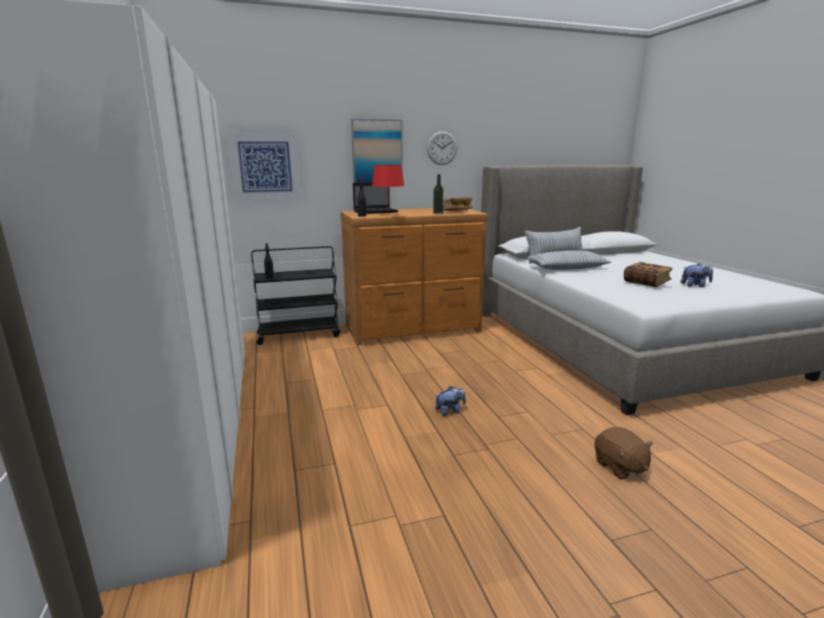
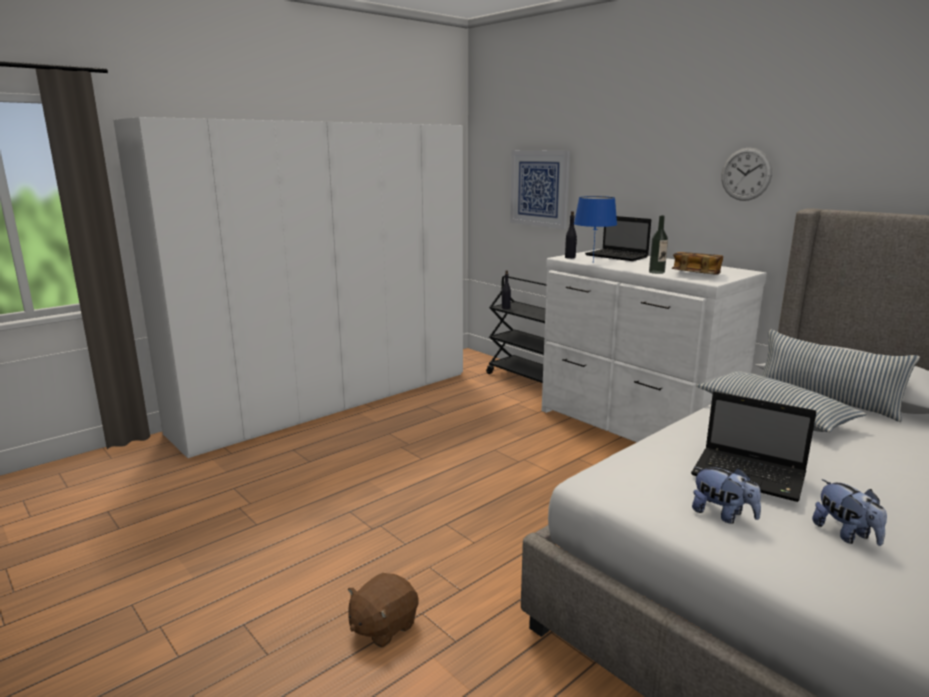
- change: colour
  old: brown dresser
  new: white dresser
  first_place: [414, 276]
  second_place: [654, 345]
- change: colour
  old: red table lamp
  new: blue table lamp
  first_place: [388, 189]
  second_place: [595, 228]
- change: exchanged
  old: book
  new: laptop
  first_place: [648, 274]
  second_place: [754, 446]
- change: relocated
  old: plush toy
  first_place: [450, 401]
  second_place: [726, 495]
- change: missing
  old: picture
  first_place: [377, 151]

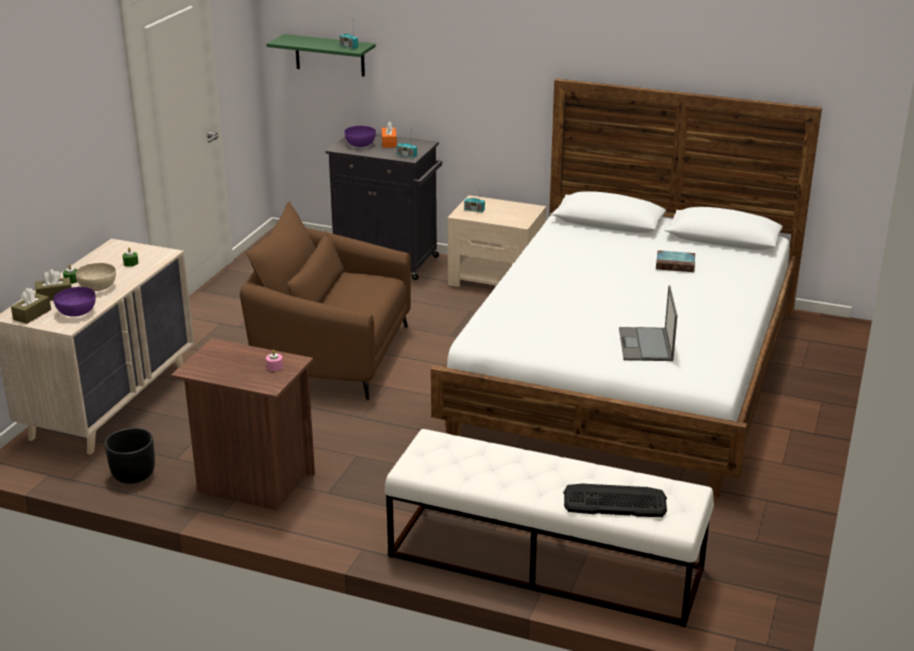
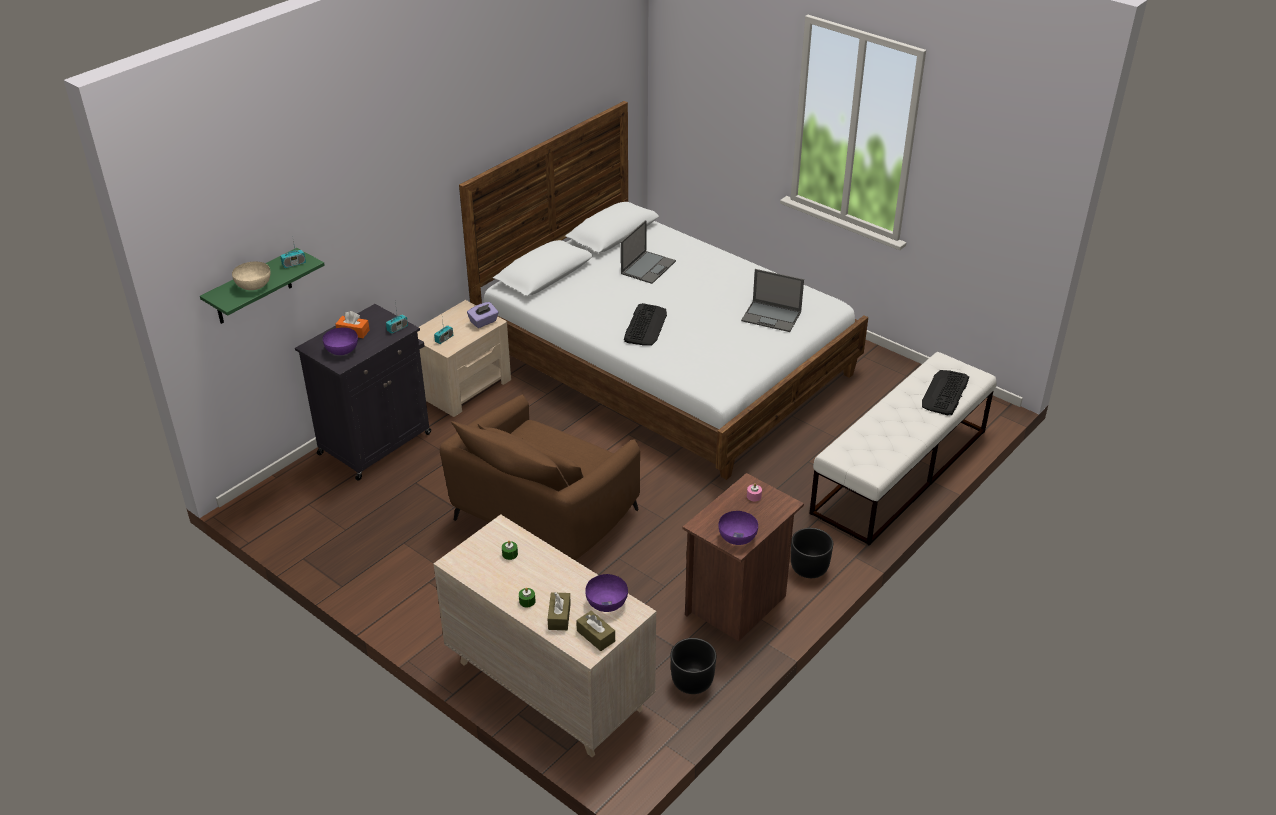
- change: relocated
  old: beige bowl
  first_place: [95, 277]
  second_place: [251, 276]
- change: appeared
  new: purple tissue box
  second_place: [483, 315]
- change: exchanged
  old: book
  new: laptop
  first_place: [675, 261]
  second_place: [648, 252]
- change: appeared
  new: keyboard
  second_place: [645, 324]
- change: appeared
  new: purple bowl
  second_place: [738, 528]
- change: appeared
  new: black planter
  second_place: [812, 553]

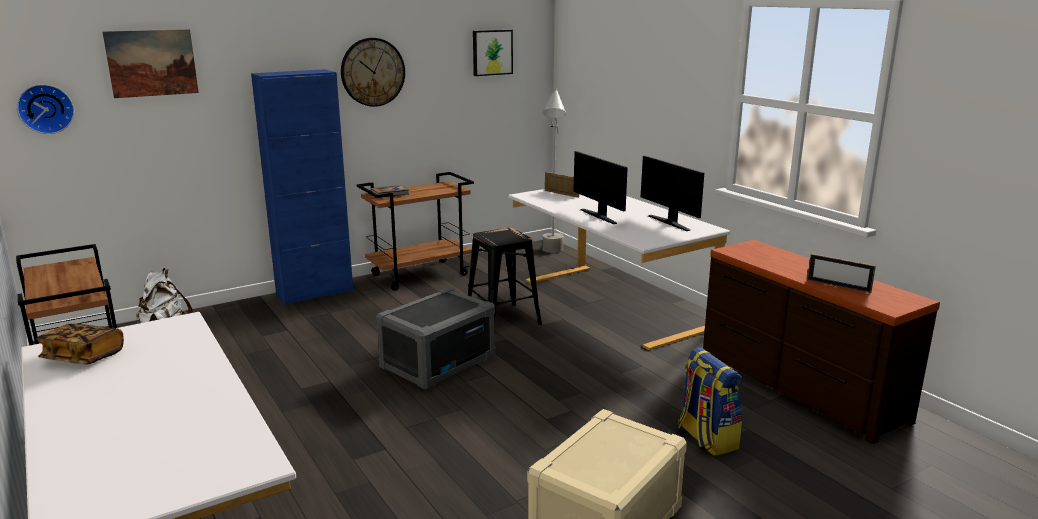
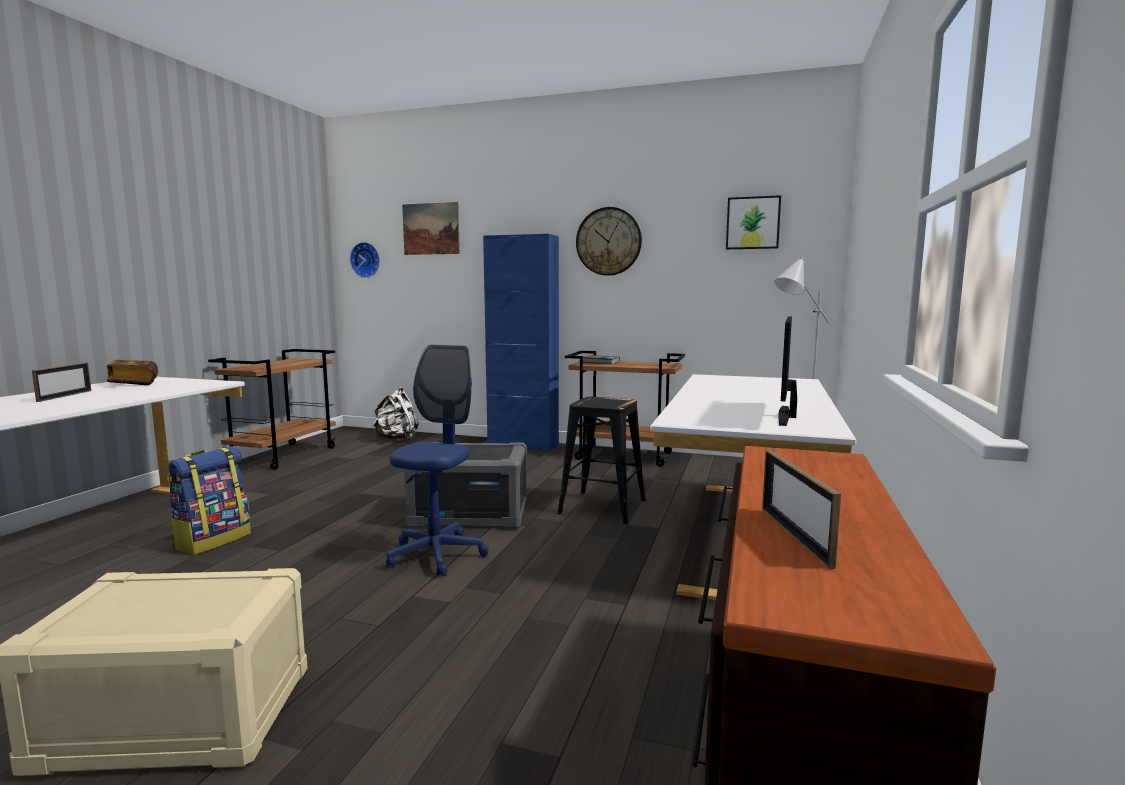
- change: relocated
  old: picture frame
  first_place: [562, 185]
  second_place: [61, 382]
- change: relocated
  old: backpack
  first_place: [710, 401]
  second_place: [209, 500]
- change: appeared
  new: blue office chair
  second_place: [437, 460]
- change: missing
  old: monitor
  first_place: [600, 187]

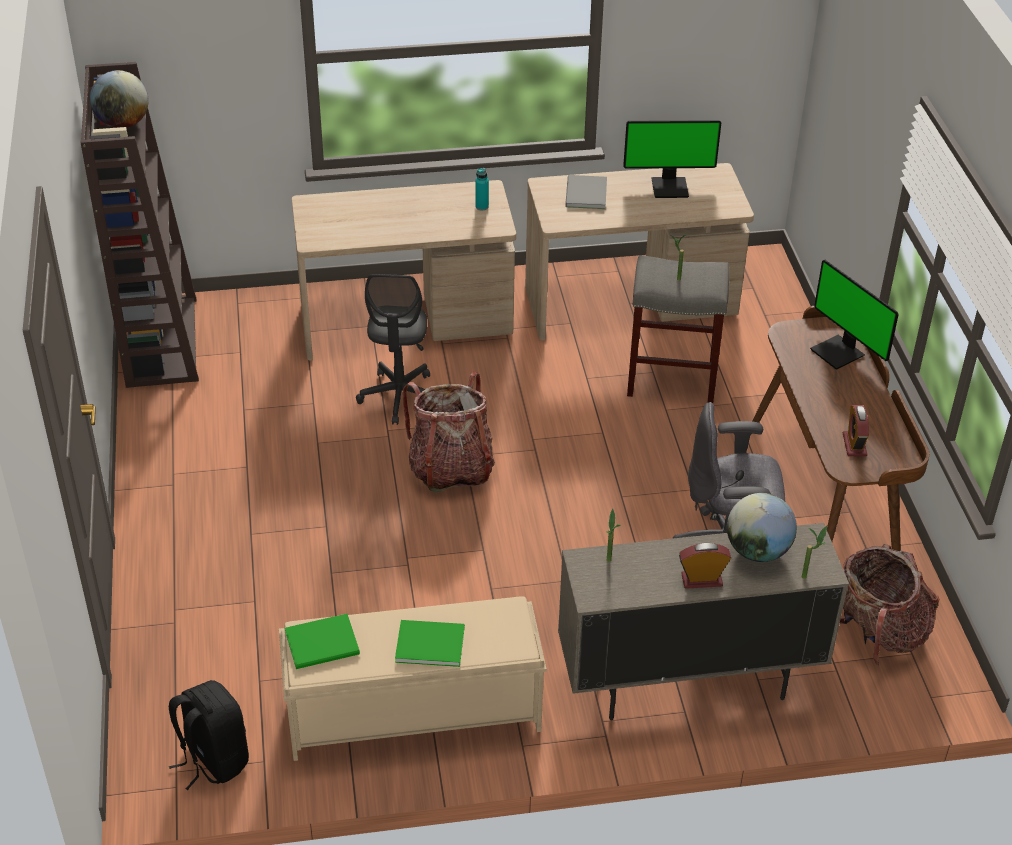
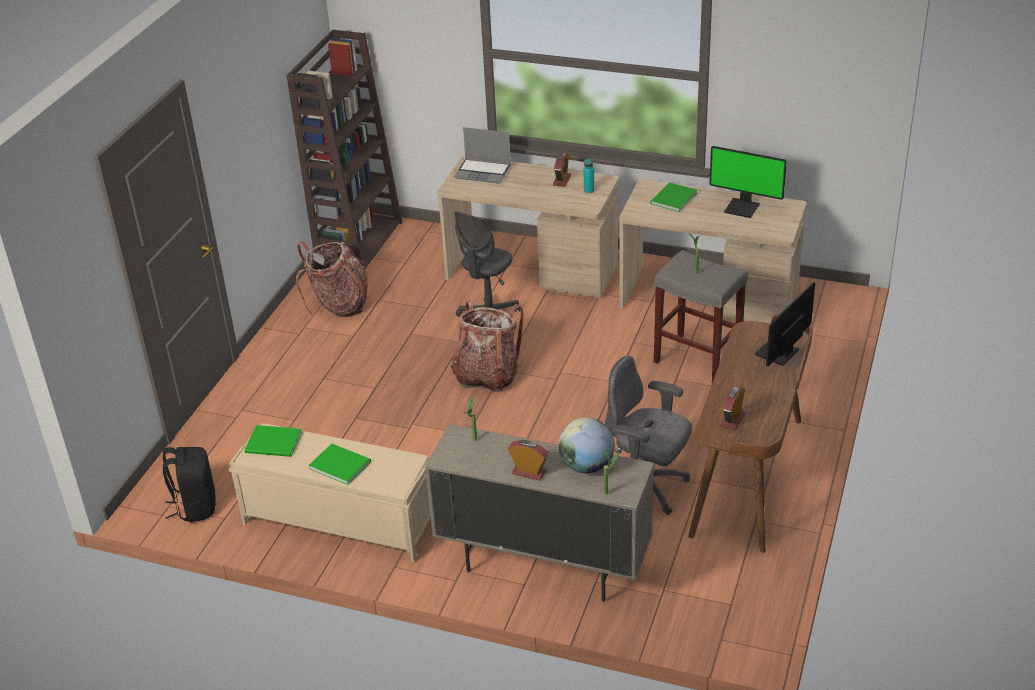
- change: relocated
  old: backpack
  first_place: [889, 605]
  second_place: [332, 279]
- change: appeared
  new: laptop
  second_place: [482, 155]
- change: appeared
  new: alarm clock
  second_place: [562, 169]
- change: colour
  old: grey book
  new: green book
  first_place: [586, 192]
  second_place: [673, 197]
- change: spun
  old: monitor
  first_place: [854, 315]
  second_place: [785, 324]
  degrees: 45
- change: missing
  old: globe
  first_place: [119, 99]

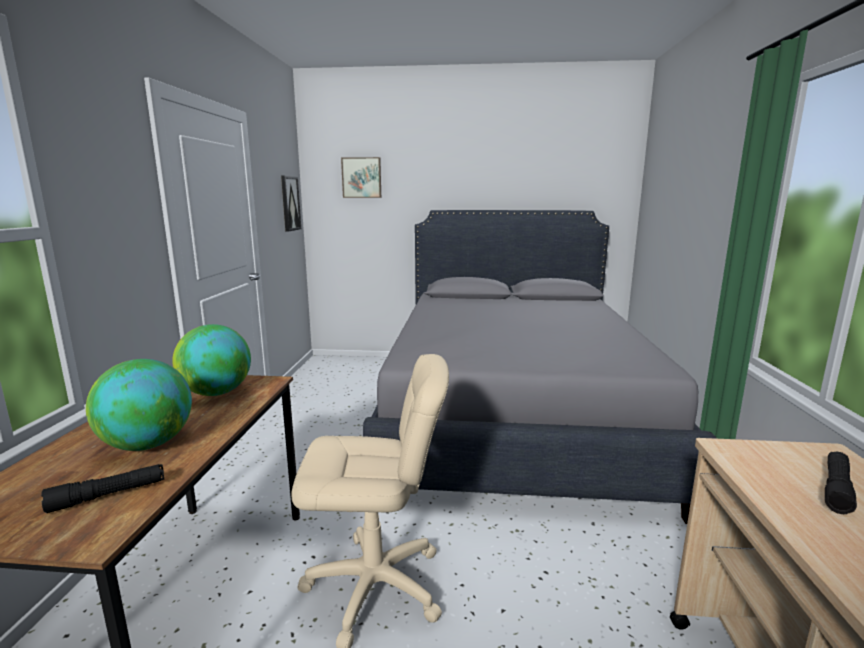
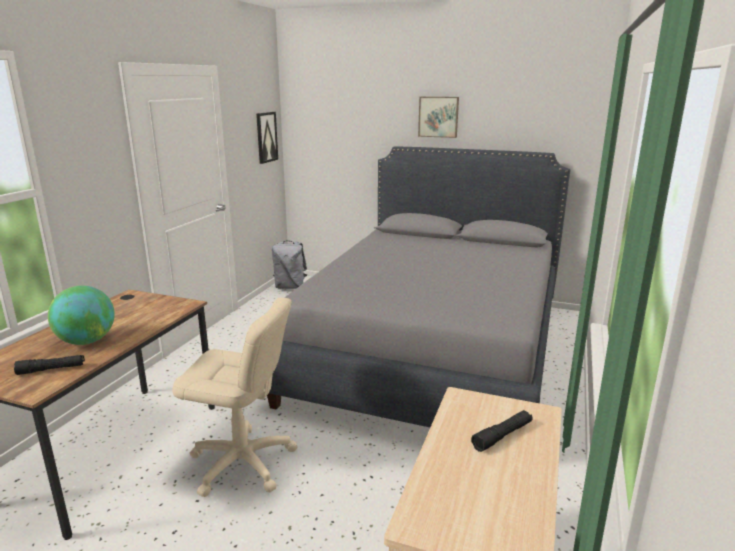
- change: appeared
  new: grey backpack
  second_place: [289, 265]
- change: relocated
  old: picture
  first_place: [361, 177]
  second_place: [438, 117]
- change: missing
  old: globe
  first_place: [211, 360]

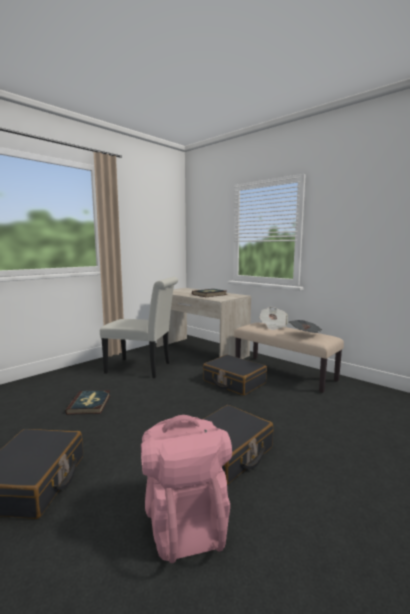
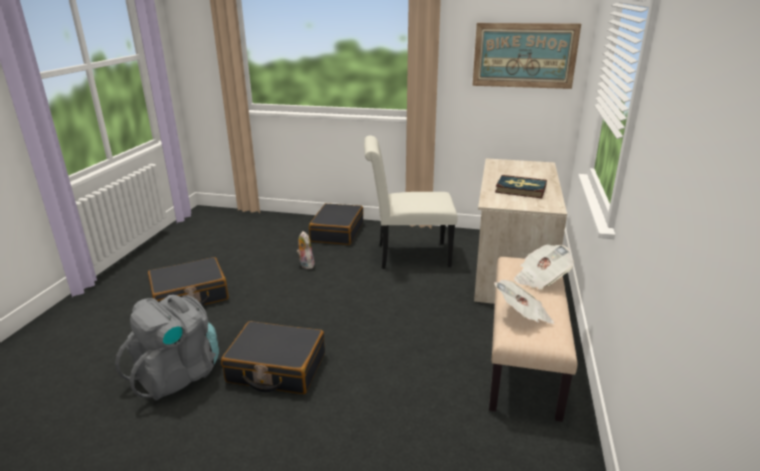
- change: colour
  old: pink backpack
  new: grey backpack
  first_place: [186, 489]
  second_place: [167, 347]
- change: exchanged
  old: book
  new: plush toy
  first_place: [87, 402]
  second_place: [305, 250]
- change: relocated
  old: black suitcase
  first_place: [235, 375]
  second_place: [336, 224]
- change: spun
  old: white chair
  first_place: [139, 327]
  second_place: [411, 202]
  degrees: 105
- change: appeared
  new: picture
  second_place: [526, 56]

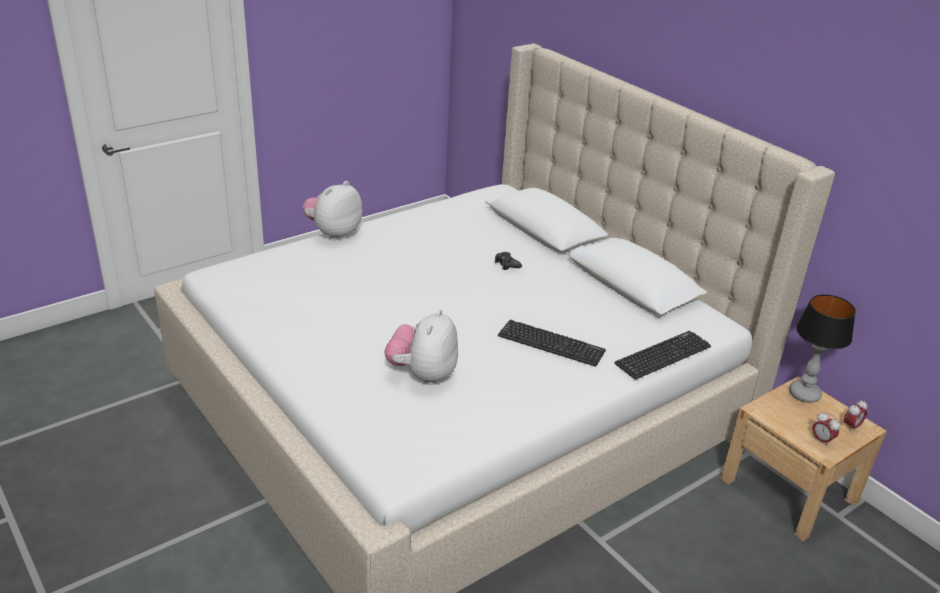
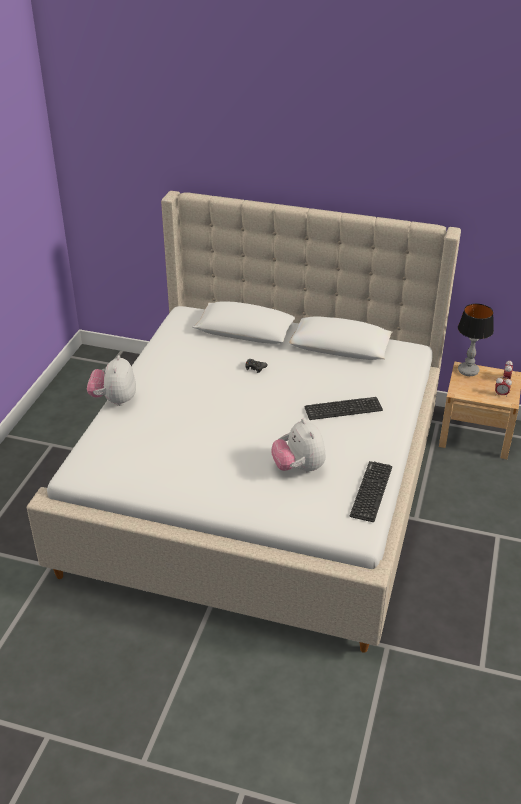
- change: relocated
  old: keyboard
  first_place: [662, 355]
  second_place: [371, 491]

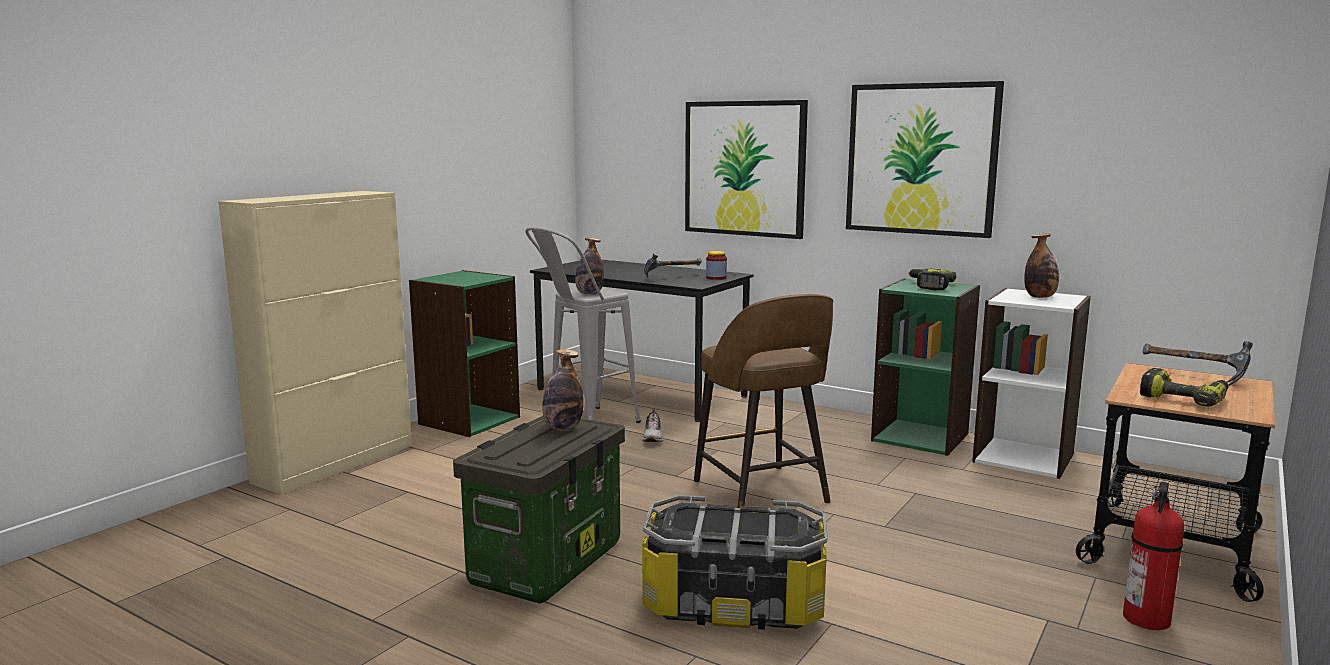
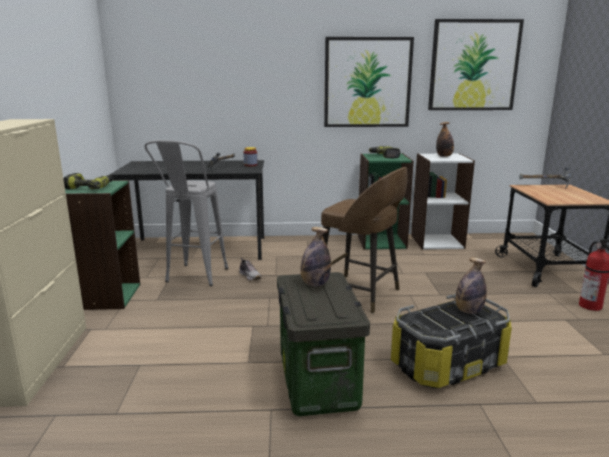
- change: relocated
  old: power drill
  first_place: [1184, 387]
  second_place: [88, 181]
- change: relocated
  old: picture
  first_place: [746, 169]
  second_place: [476, 64]
- change: relocated
  old: bottle
  first_place: [589, 266]
  second_place: [471, 286]

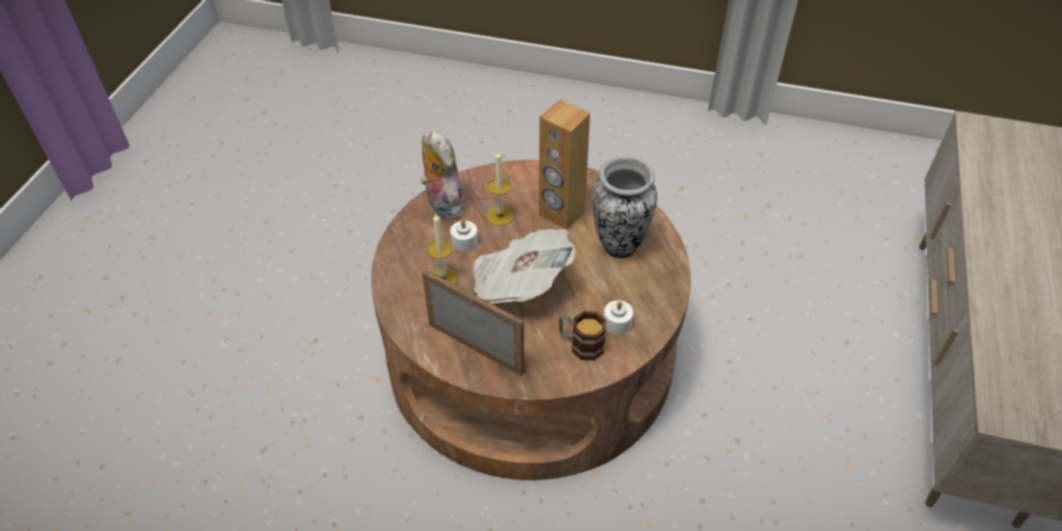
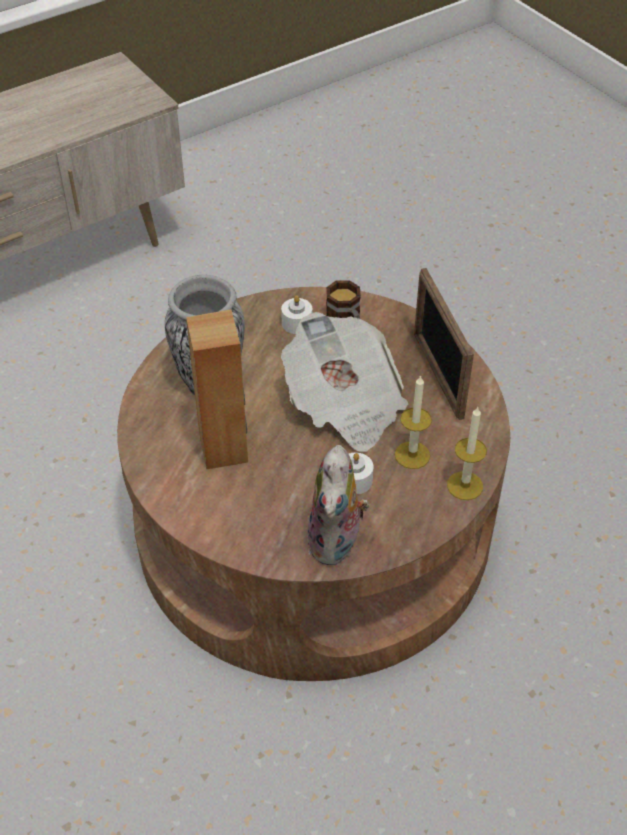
- change: relocated
  old: candle
  first_place: [500, 188]
  second_place: [467, 453]

